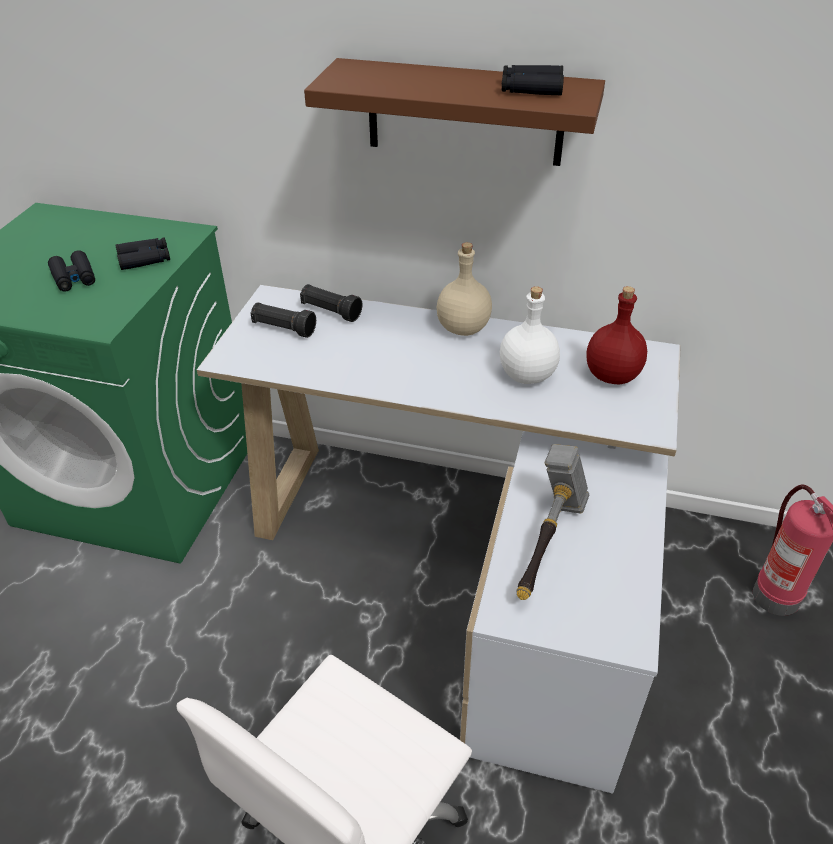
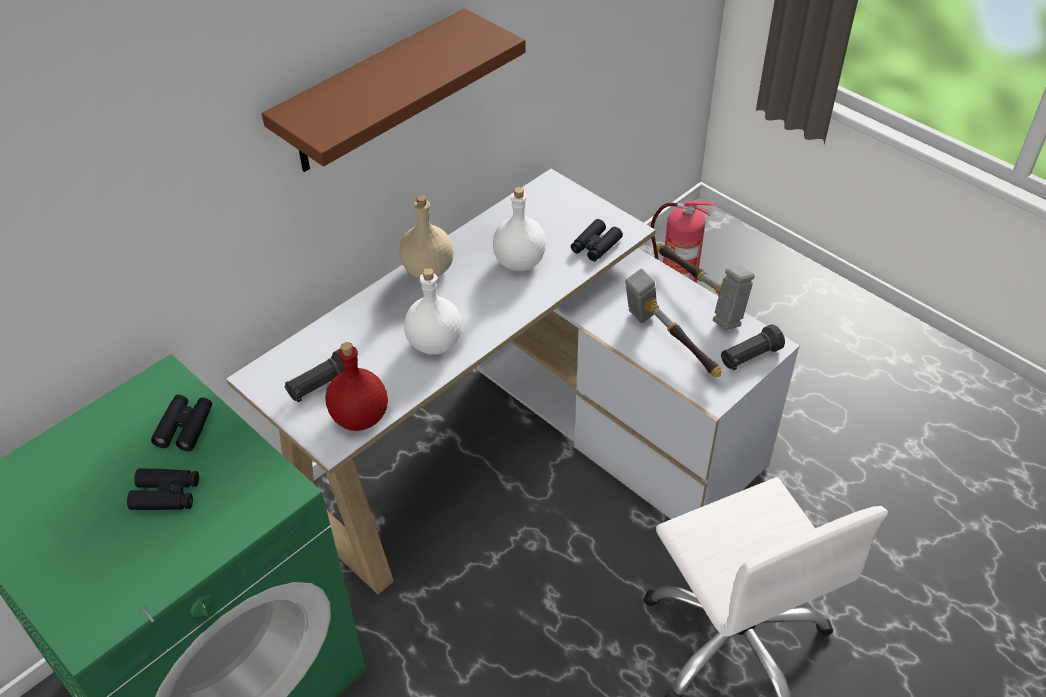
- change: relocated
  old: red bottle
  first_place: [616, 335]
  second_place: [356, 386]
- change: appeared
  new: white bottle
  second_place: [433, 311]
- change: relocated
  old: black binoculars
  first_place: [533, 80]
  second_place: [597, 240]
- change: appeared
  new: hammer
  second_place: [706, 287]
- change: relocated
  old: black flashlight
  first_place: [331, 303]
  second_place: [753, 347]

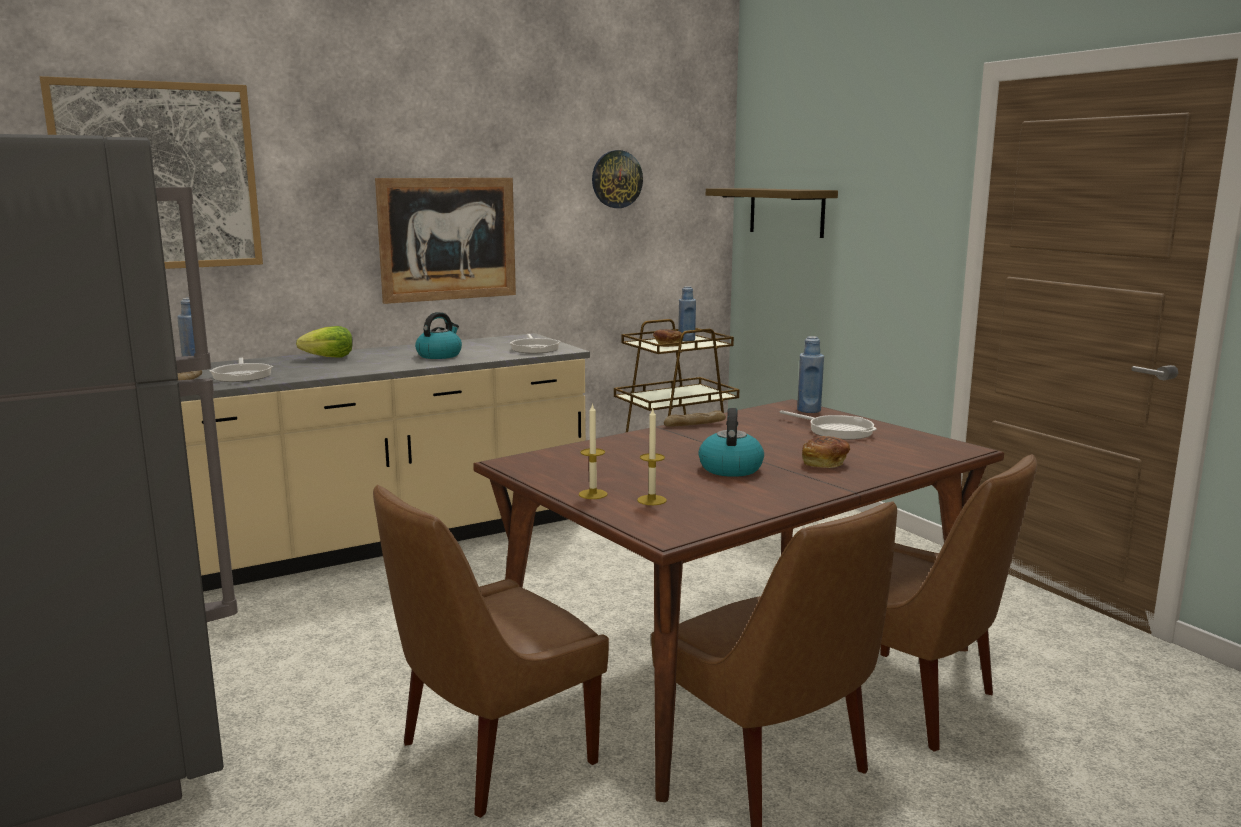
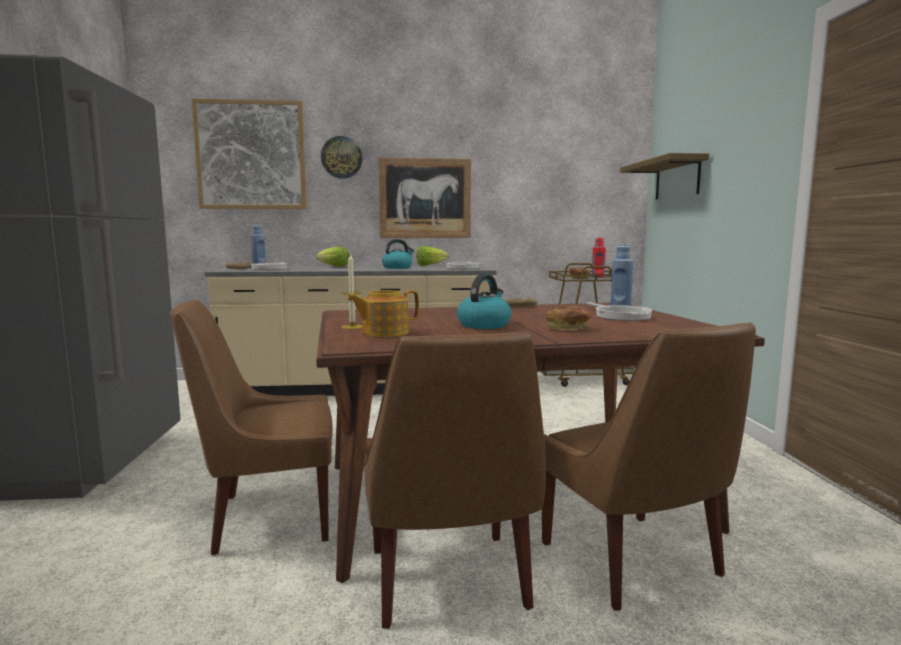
- change: relocated
  old: wall clock
  first_place: [617, 179]
  second_place: [341, 157]
- change: exchanged
  old: candle
  new: teapot
  first_place: [652, 457]
  second_place: [383, 313]
- change: appeared
  new: lettuce
  second_place: [433, 256]
- change: colour
  old: blue bottle
  new: red bottle
  first_place: [687, 313]
  second_place: [599, 258]

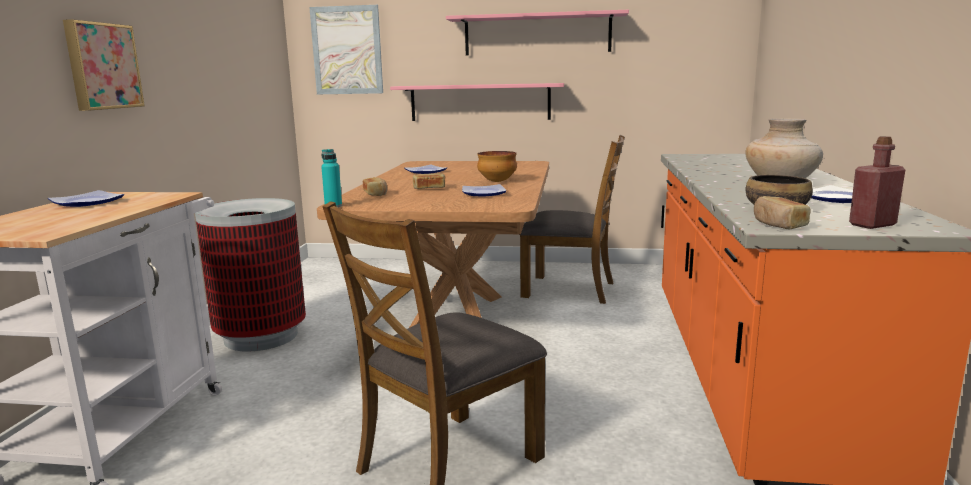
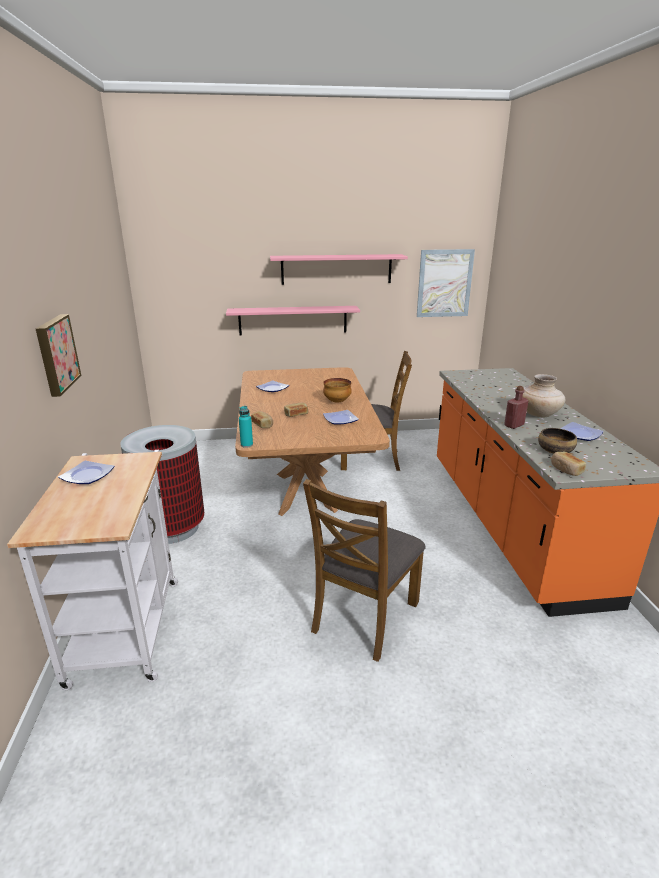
- change: relocated
  old: picture
  first_place: [346, 49]
  second_place: [446, 283]
- change: relocated
  old: red bottle
  first_place: [877, 182]
  second_place: [516, 407]

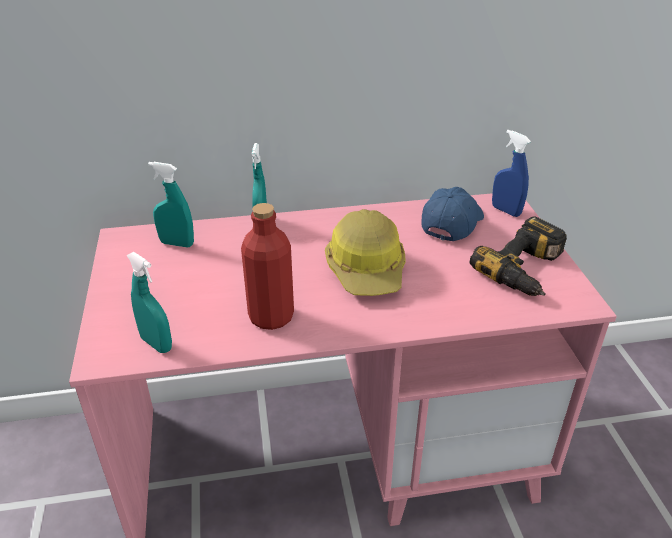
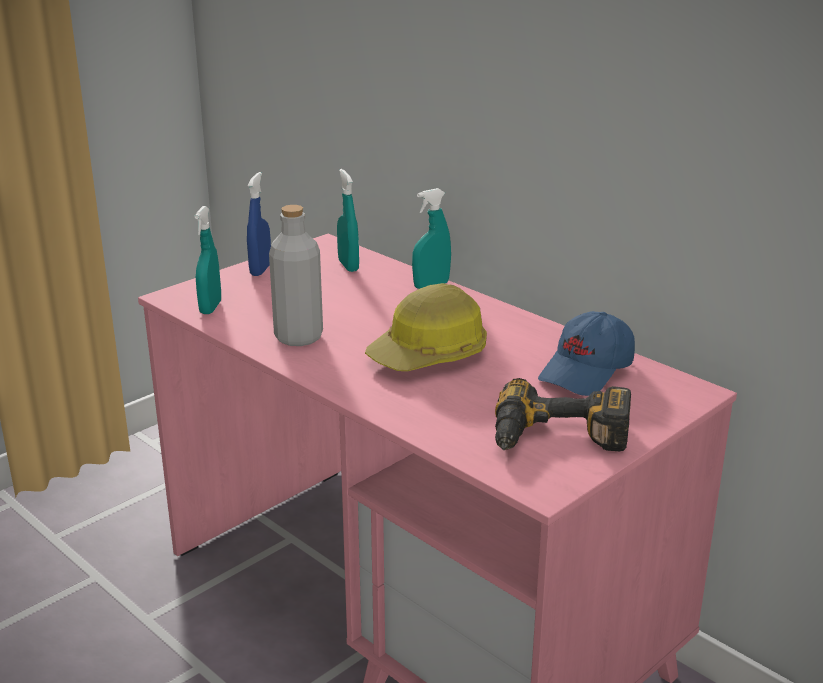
- change: relocated
  old: blue spray bottle
  first_place: [511, 173]
  second_place: [259, 224]
- change: colour
  old: red bottle
  new: grey bottle
  first_place: [267, 266]
  second_place: [296, 275]
- change: spun
  old: blue cap
  first_place: [452, 214]
  second_place: [586, 353]
  degrees: 135

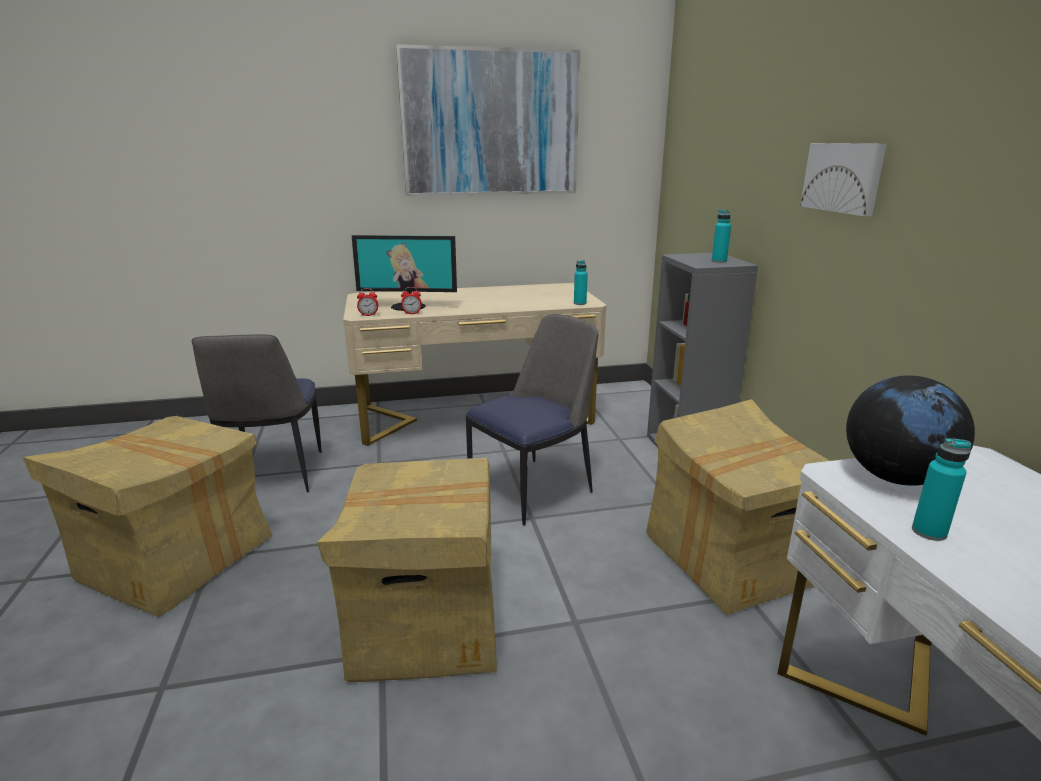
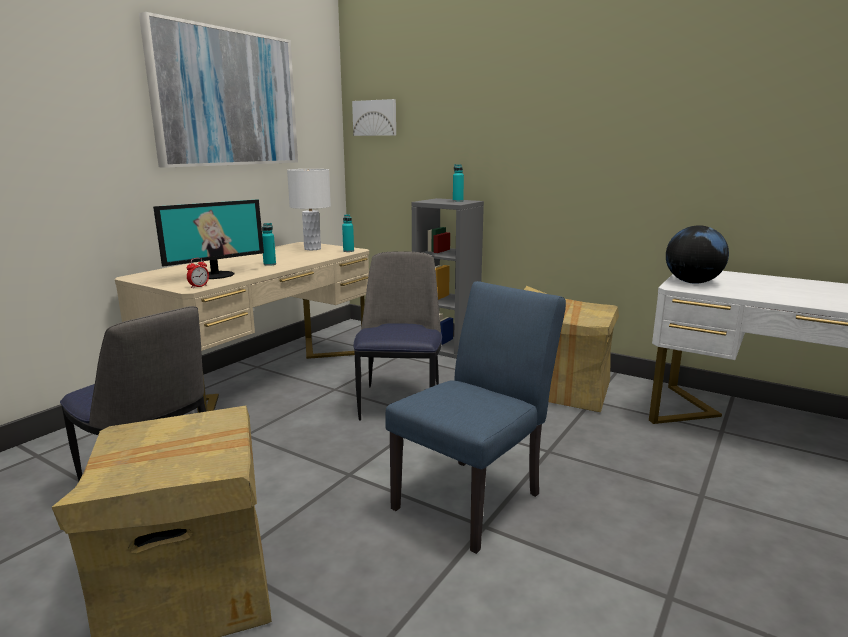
- change: relocated
  old: turquoise bottle
  first_place: [941, 489]
  second_place: [269, 244]
- change: appeared
  new: white table lamp
  second_place: [309, 209]
- change: relocated
  old: picture
  first_place: [843, 179]
  second_place: [374, 117]
- change: exchanged
  old: cardboard box
  new: blue chair
  first_place: [407, 570]
  second_place: [475, 417]
- change: missing
  old: alarm clock
  first_place: [411, 301]

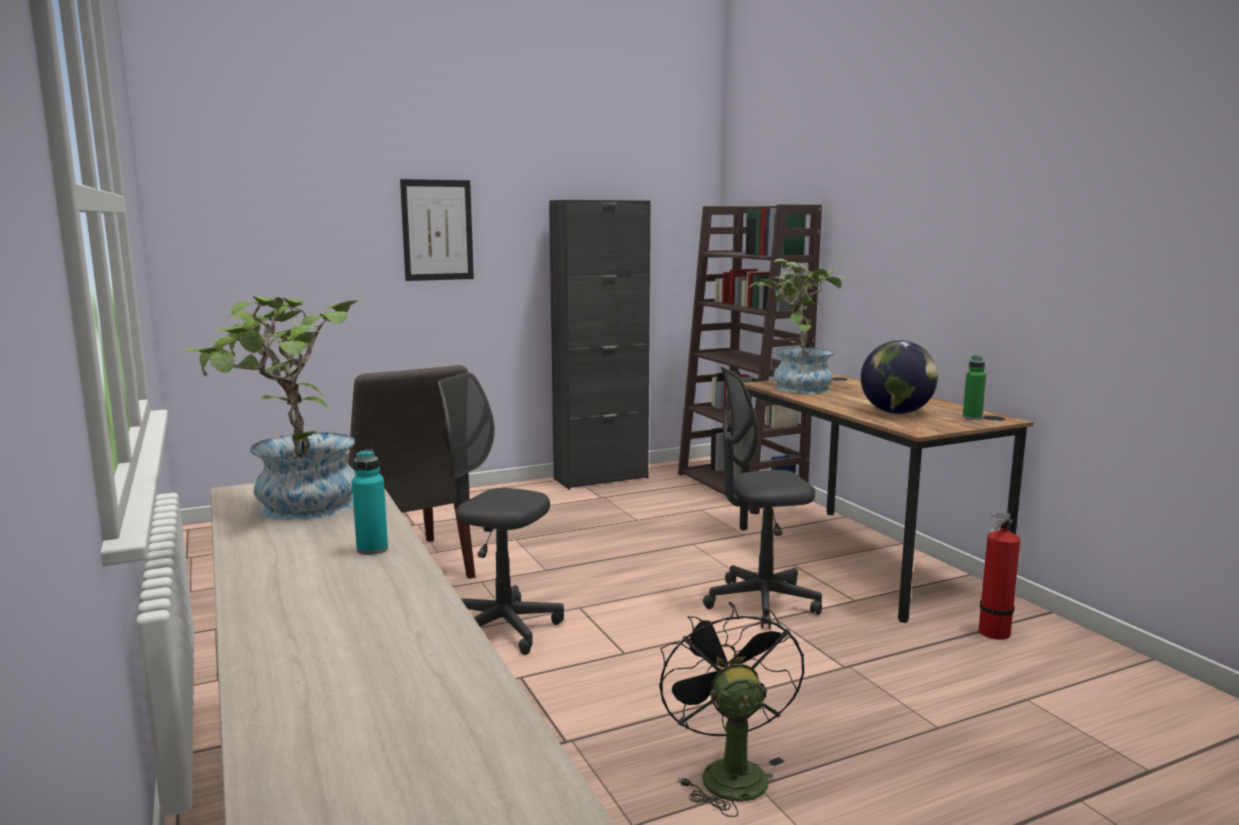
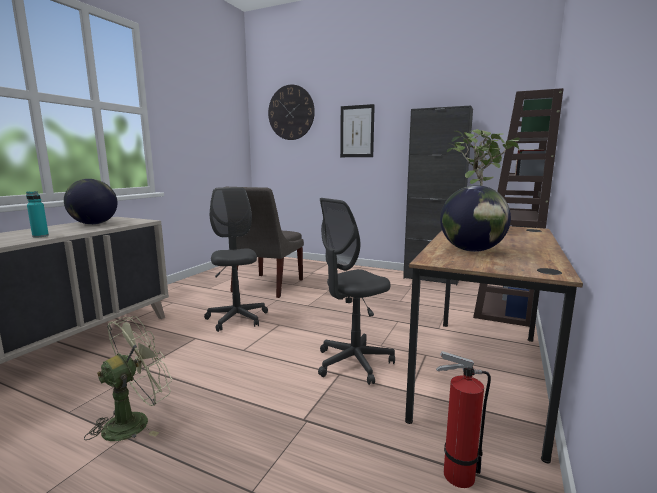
- change: exchanged
  old: potted plant
  new: globe
  first_place: [274, 408]
  second_place: [90, 202]
- change: colour
  old: black fan
  new: green fan
  first_place: [731, 709]
  second_place: [128, 378]
- change: appeared
  new: wall clock
  second_place: [291, 112]
- change: spun
  old: grey office chair
  first_place: [762, 497]
  second_place: [356, 291]
  degrees: -75
- change: missing
  old: green bottle
  first_place: [974, 387]

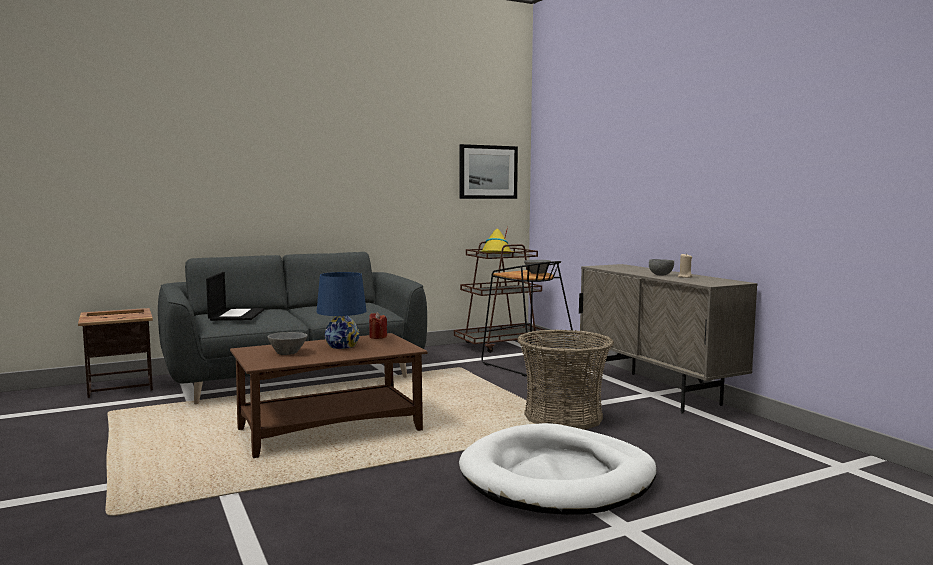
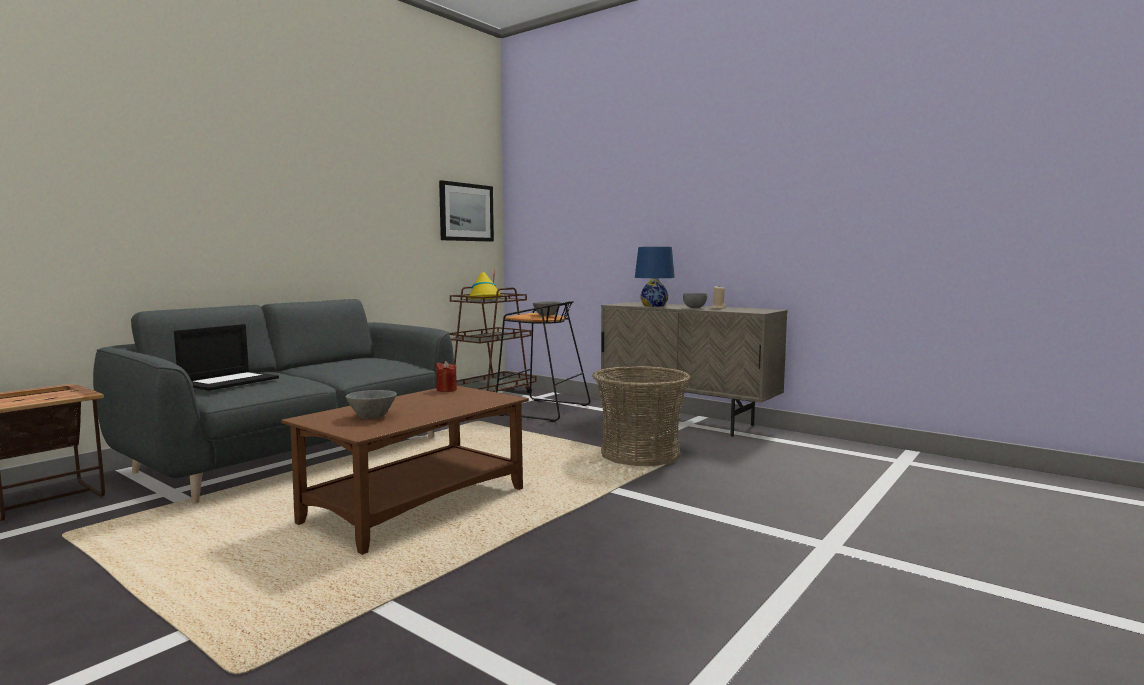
- change: spun
  old: laptop
  first_place: [235, 296]
  second_place: [226, 357]
  degrees: 60
- change: relocated
  old: blue table lamp
  first_place: [341, 310]
  second_place: [655, 277]
- change: missing
  old: white dog bed
  first_place: [558, 469]

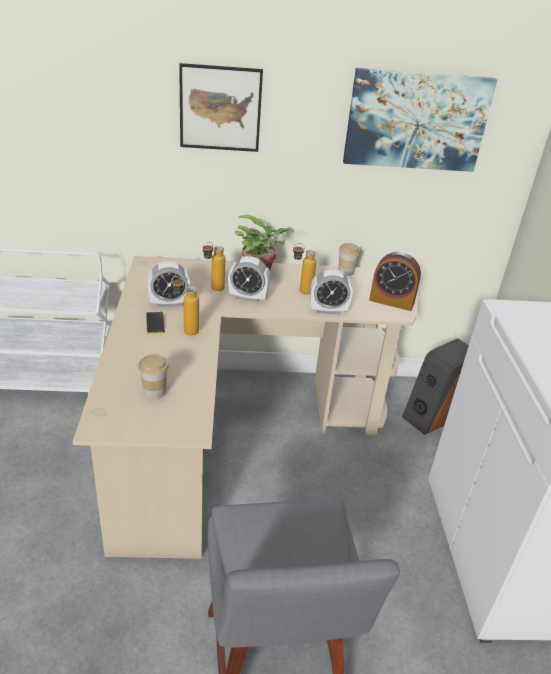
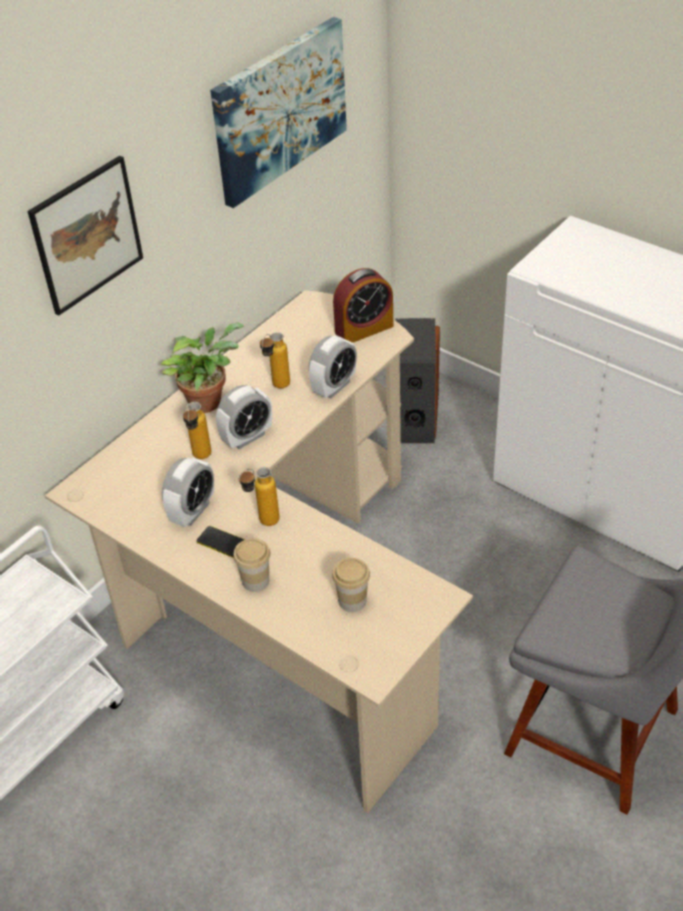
- change: relocated
  old: cup
  first_place: [349, 259]
  second_place: [251, 565]

